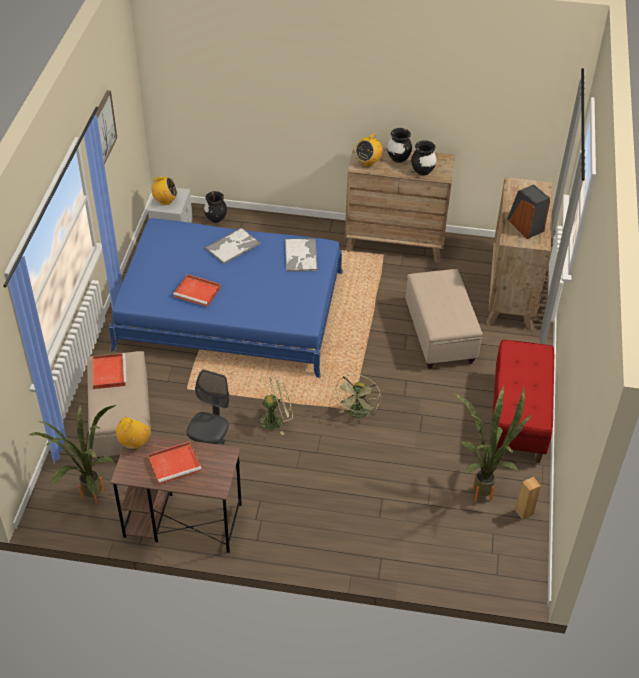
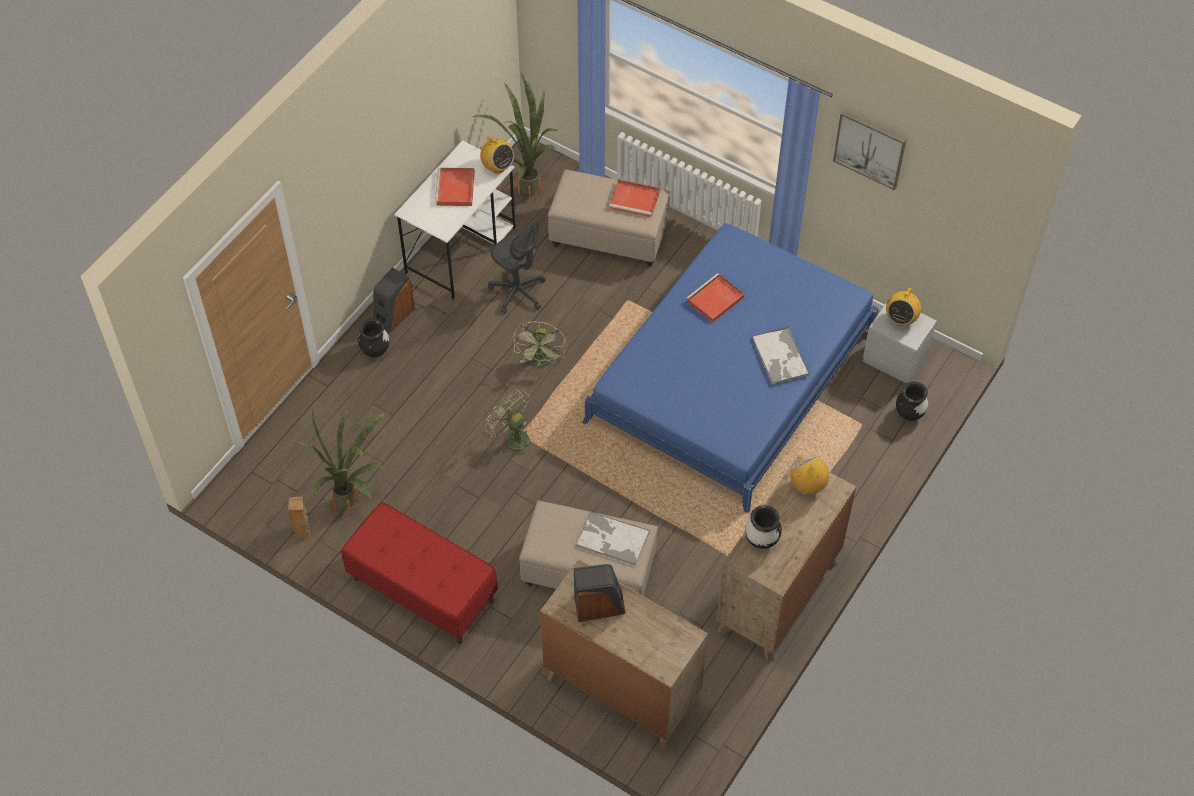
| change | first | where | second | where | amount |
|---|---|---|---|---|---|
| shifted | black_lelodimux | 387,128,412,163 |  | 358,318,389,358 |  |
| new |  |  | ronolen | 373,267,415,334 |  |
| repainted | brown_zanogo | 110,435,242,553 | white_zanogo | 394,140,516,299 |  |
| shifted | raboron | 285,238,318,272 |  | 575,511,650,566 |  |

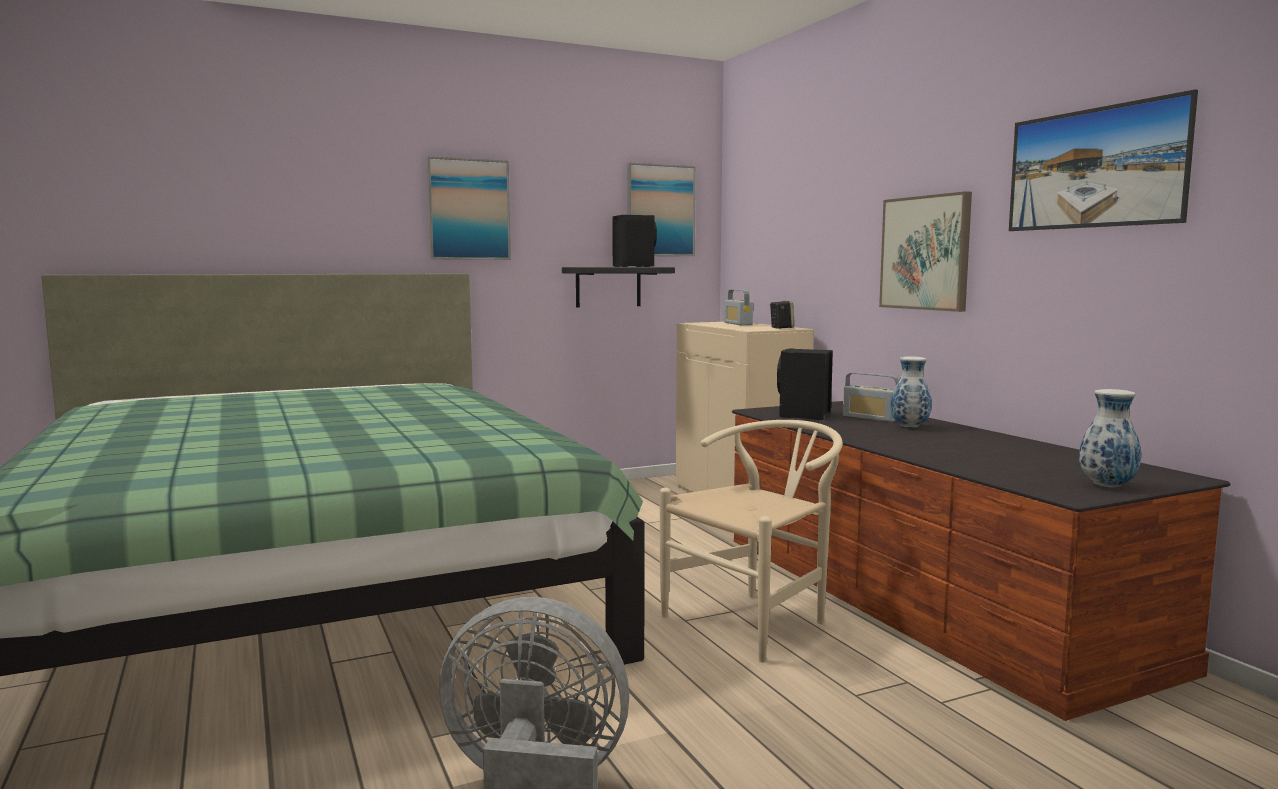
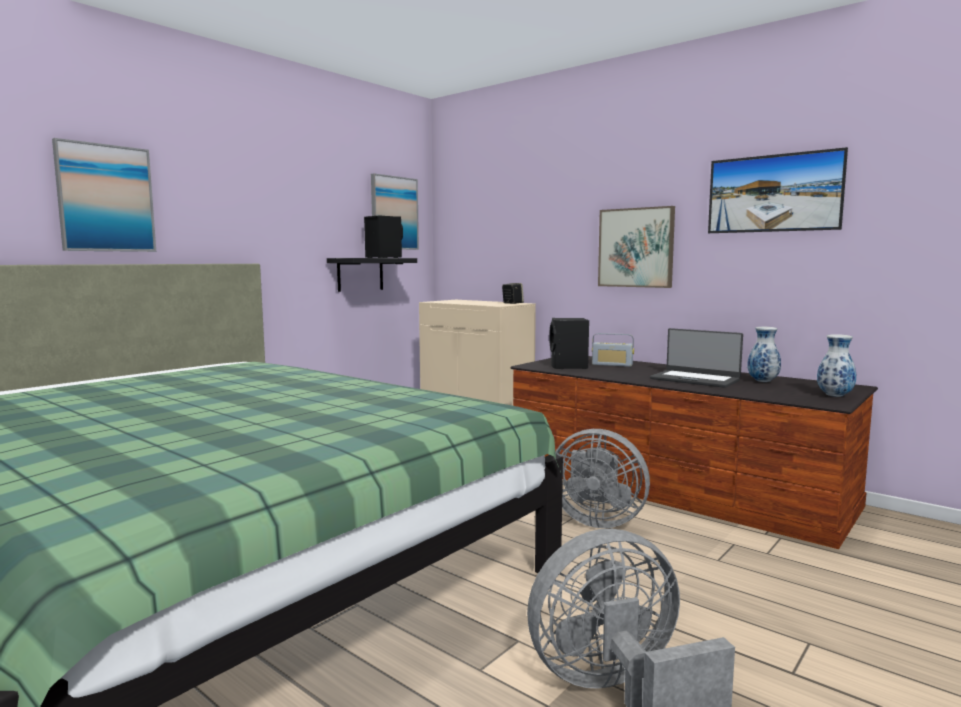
| change | first | where | second | where | amount |
|---|---|---|---|---|---|
| shifted | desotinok | 427,156,511,260 |  | 52,138,156,252 |  |
| swapped | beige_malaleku | 660,420,843,663 | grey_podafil | 555,429,650,528 |  |
| new |  |  | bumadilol | 650,328,743,388 |  |
| shifted | lelodimux | 890,356,932,428 |  | 747,327,781,382 |  |
| gone | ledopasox | 724,289,753,325 |  |  |  |

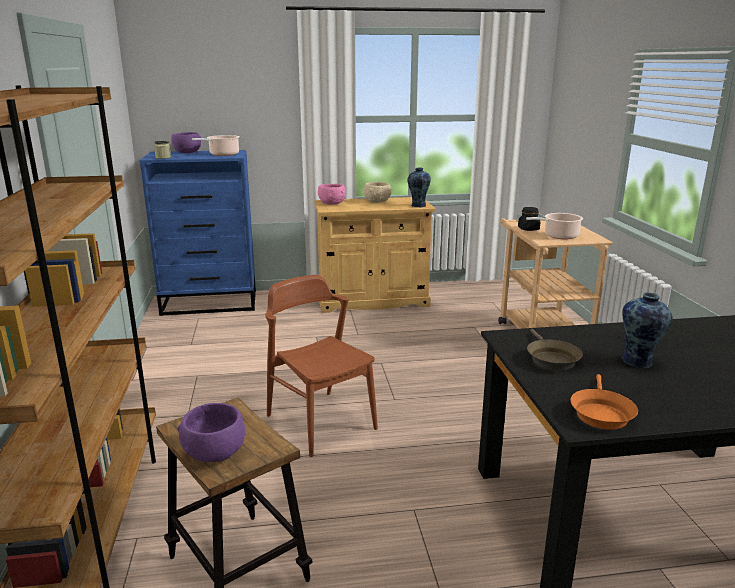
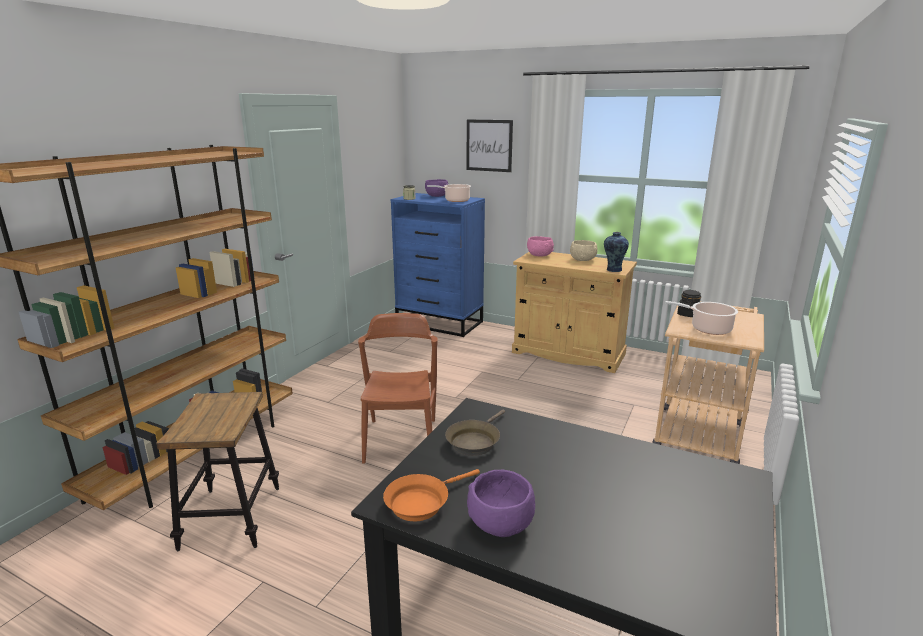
| change | first | where | second | where | amount |
|---|---|---|---|---|---|
| new |  |  | desotinok | 467,119,513,172 |  |
| shifted | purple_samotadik | 177,403,246,462 |  | 467,470,535,537 |  |
| gone | lelodimux | 622,292,673,368 |  |  |  |

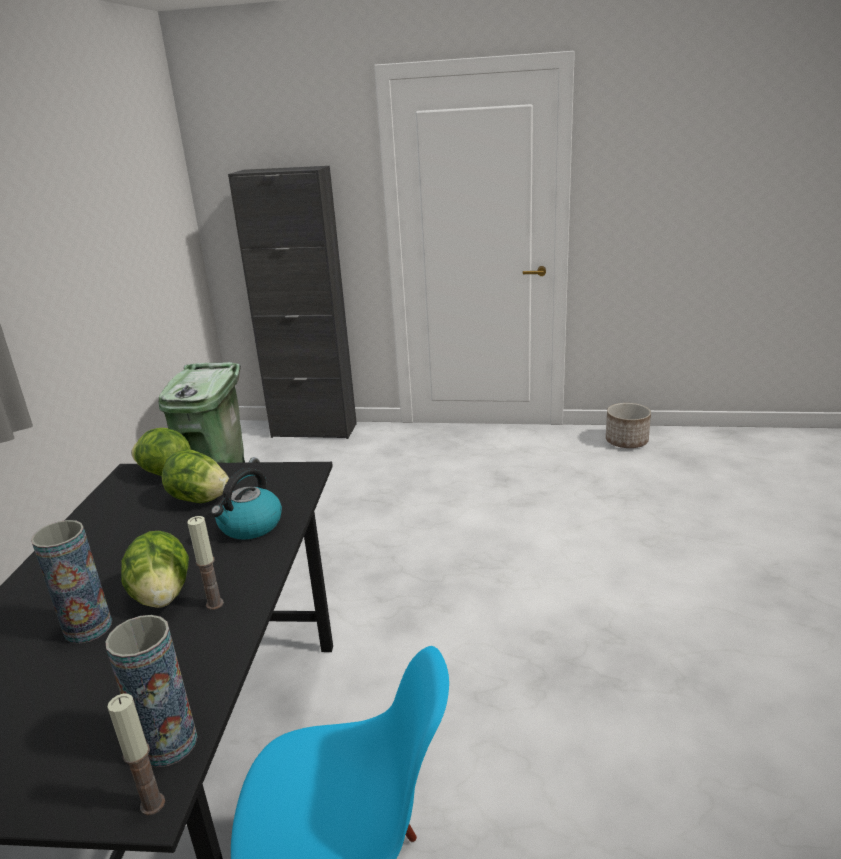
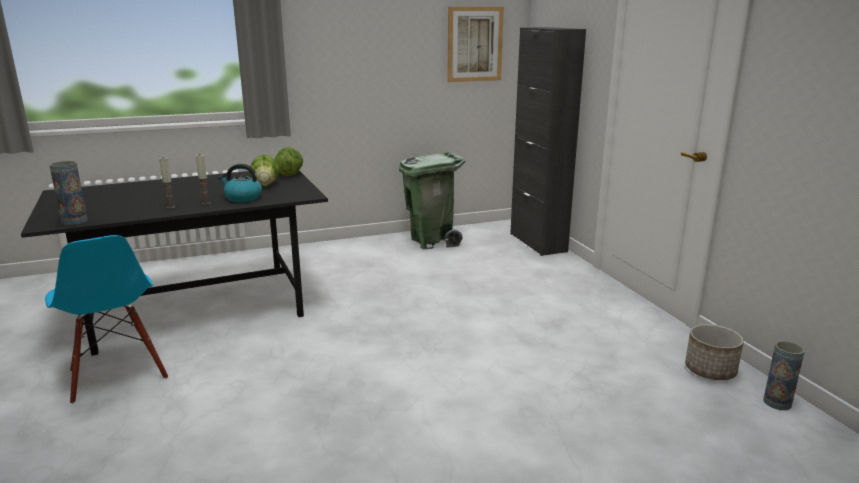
| change | first | where | second | where | amount |
|---|---|---|---|---|---|
| shifted | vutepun | 107,693,165,815 |  | 196,155,210,205 |  |
| new |  |  | desotinok | 447,7,504,82 |  |
| shifted | lelodimux | 31,520,112,644 |  | 763,341,805,410 |  |
| gone | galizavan | 121,531,189,608 |  |  |  |

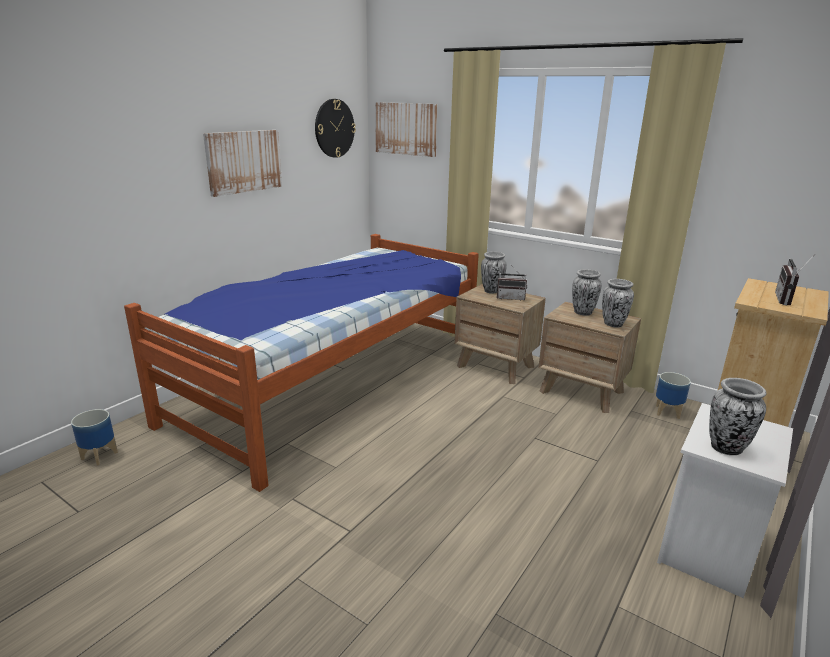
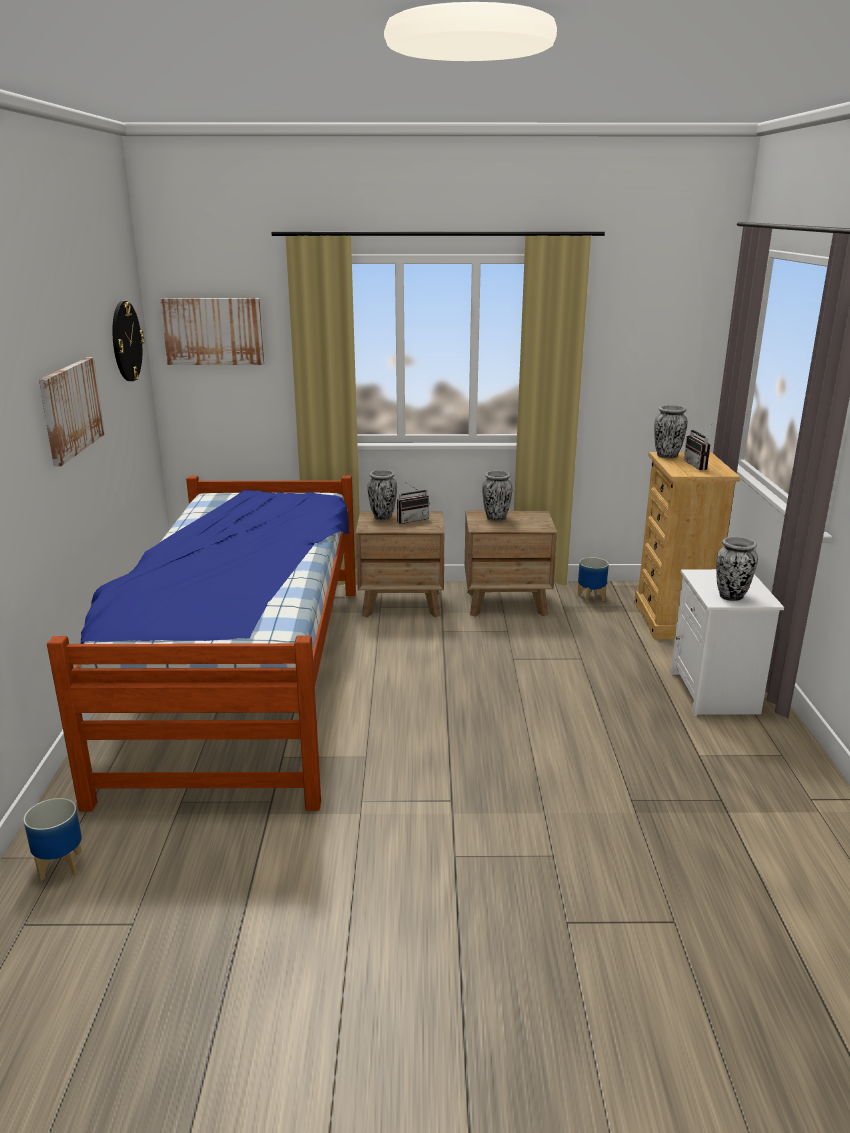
| change | first | where | second | where | amount |
|---|---|---|---|---|---|
| shifted | lelodimux | 602,279,634,328 |  | 654,405,688,458 |  |

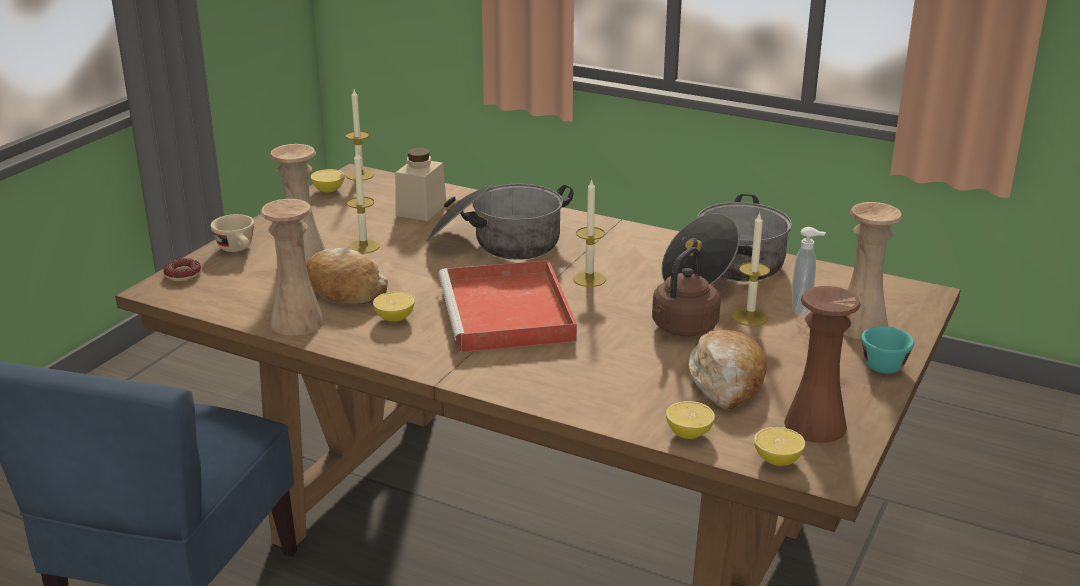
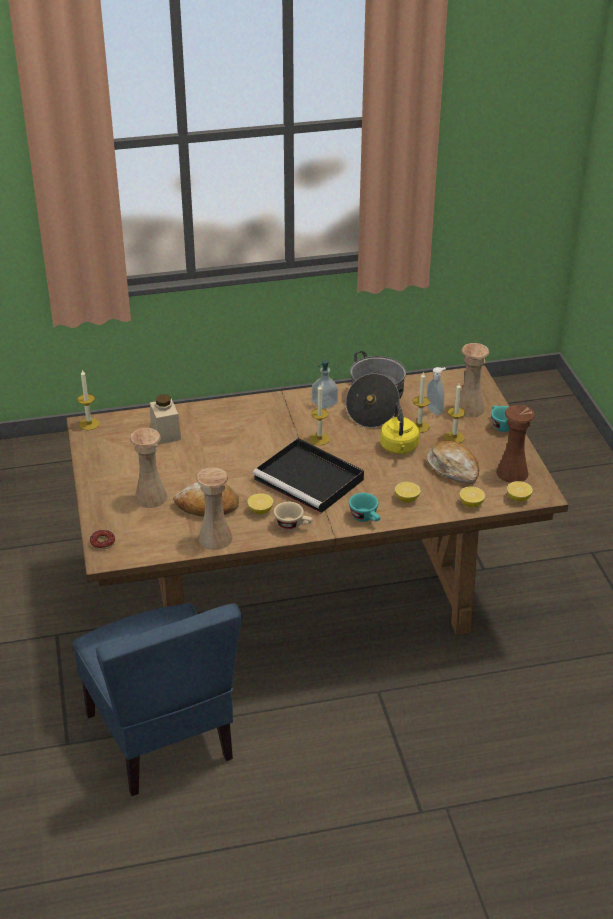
| change | first | where | second | where | amount |
|---|---|---|---|---|---|
| repainted | red_raboron | 439,260,577,352 | black_raboron | 253,438,364,514 |  |
| shifted | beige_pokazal | 211,214,254,252 |  | 274,502,312,531 |  |
| new |  |  | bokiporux | 312,360,338,409 |  |
| new |  |  | turquoise_pokazal | 349,493,380,522 |  |
| repainted | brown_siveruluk | 652,247,720,337 | yellow_siveruluk | 380,403,419,454 |  |
| shifted | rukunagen | 311,169,345,193 |  | 395,482,421,503 |  |
| shifted | vutepun | 347,152,380,254 |  | 444,383,465,443 |  |
| gone | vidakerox | 427,184,573,260 |  |  |  |

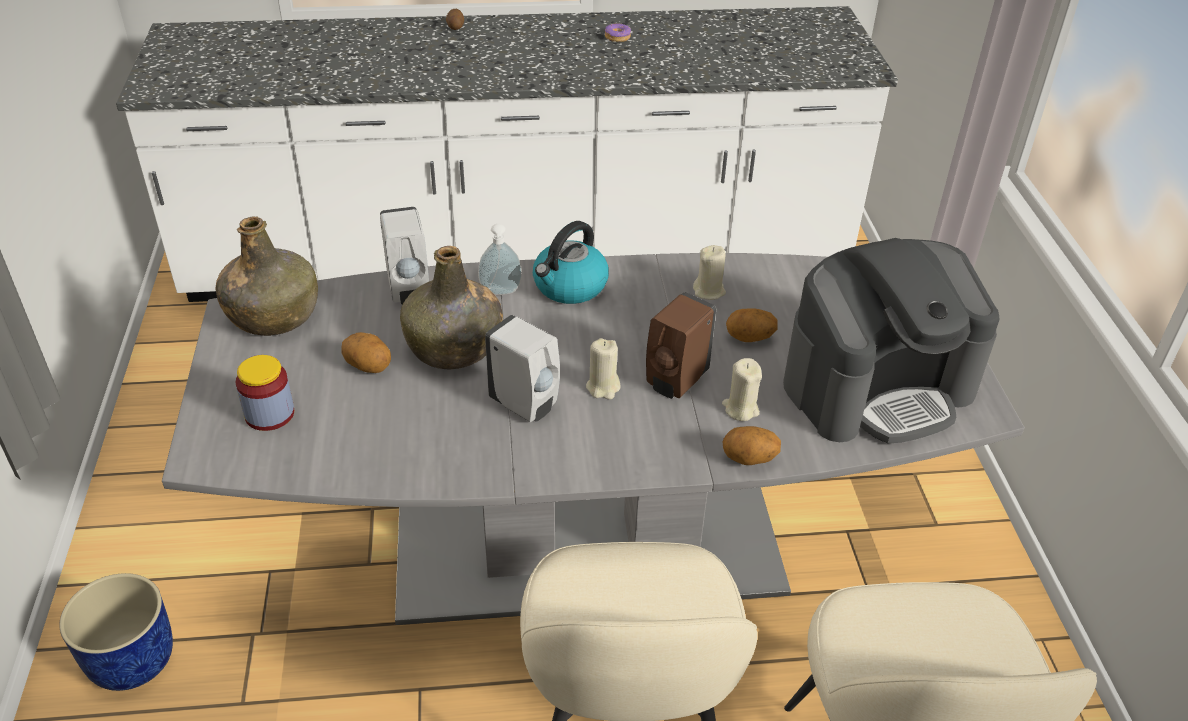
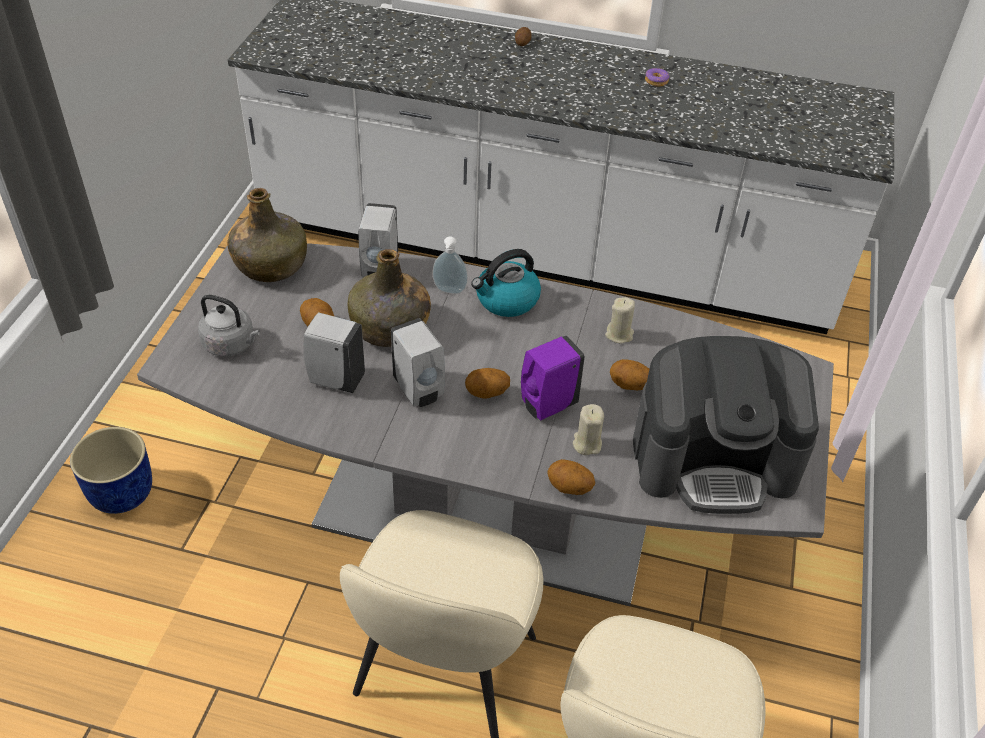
| change | first | where | second | where | amount |
|---|---|---|---|---|---|
| swapped | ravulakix | 236,355,294,431 | grey_siveruluk | 198,295,260,356 |  |
| new |  |  | white_bokiporux | 304,312,365,393 |  |
| swapped | beige_vutepun | 586,338,621,400 | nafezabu | 465,368,510,399 |  |
| repainted | brown_bokiporux | 646,292,716,399 | purple_bokiporux | 521,336,585,421 |  |

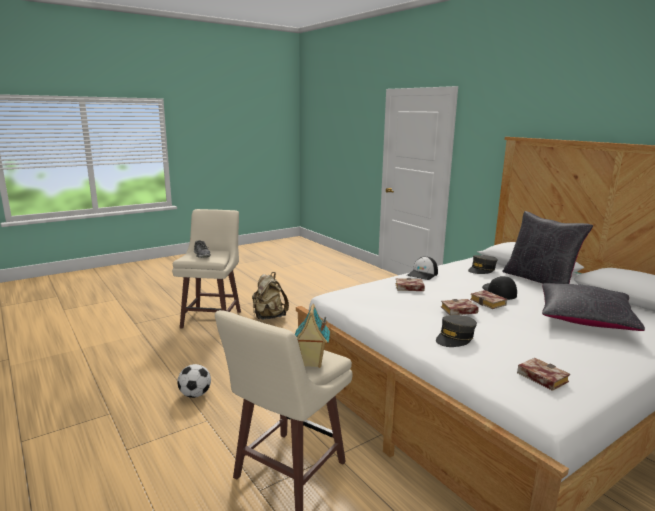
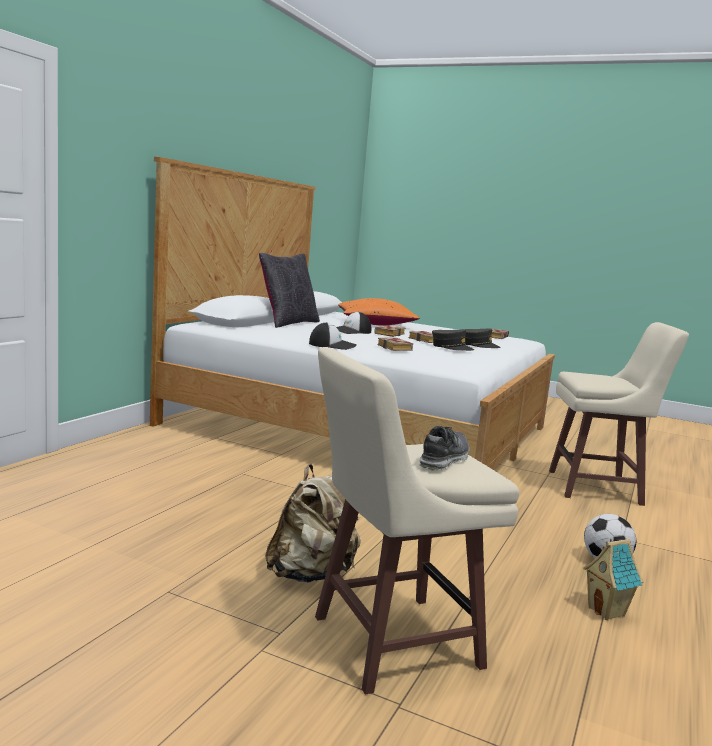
| change | first | where | second | where | amount |
|---|---|---|---|---|---|
| repainted | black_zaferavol | 542,283,645,331 | orange_zaferavol | 338,298,420,326 |  |
| shifted | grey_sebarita | 468,255,498,274 |  | 432,330,474,351 |  |
| shifted | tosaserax | 295,304,330,368 |  | 583,539,644,620 |  |

